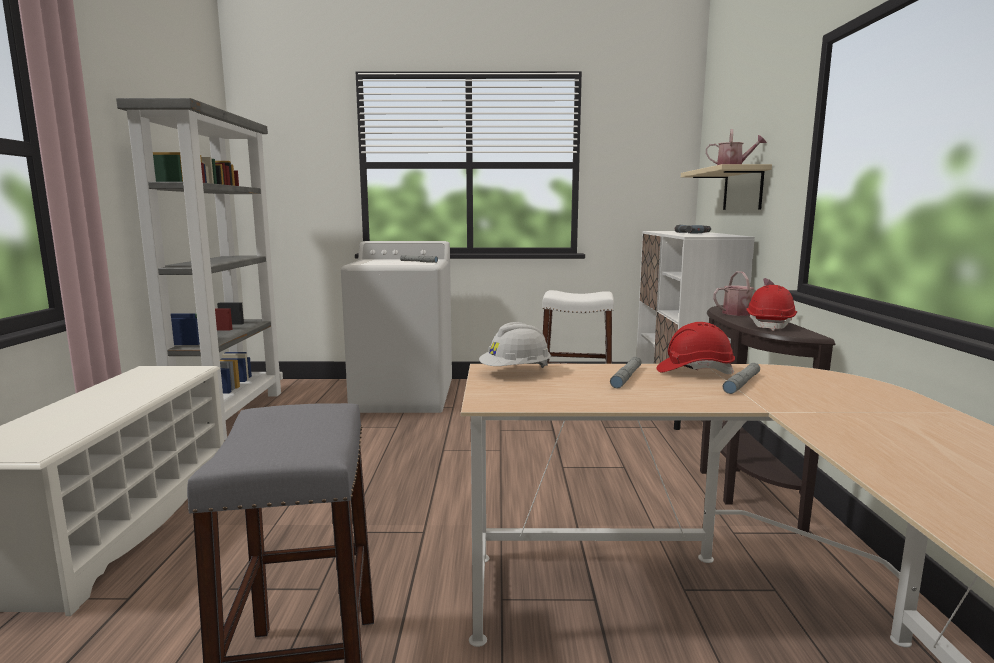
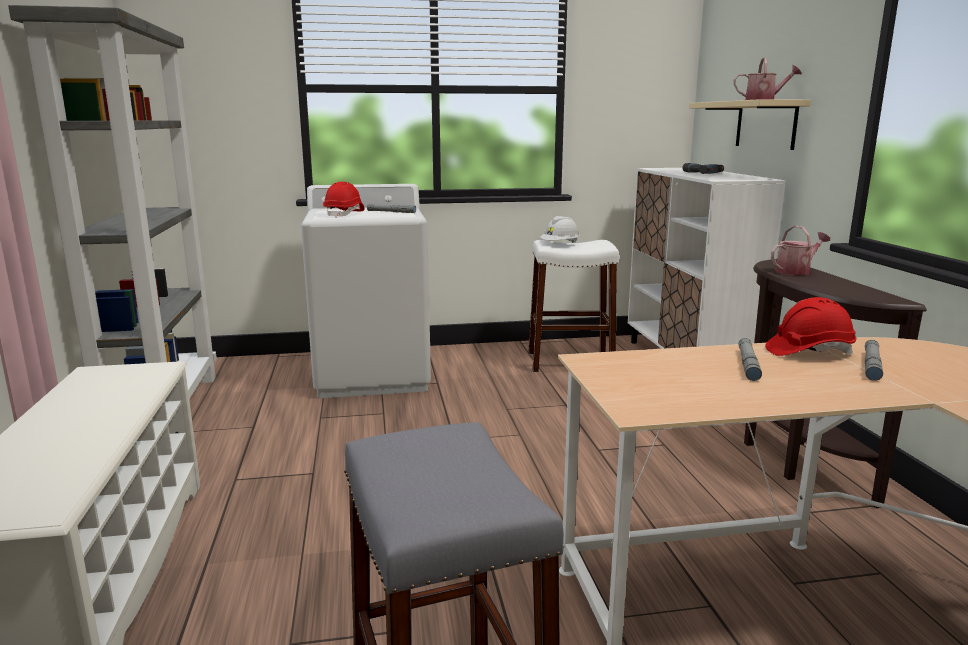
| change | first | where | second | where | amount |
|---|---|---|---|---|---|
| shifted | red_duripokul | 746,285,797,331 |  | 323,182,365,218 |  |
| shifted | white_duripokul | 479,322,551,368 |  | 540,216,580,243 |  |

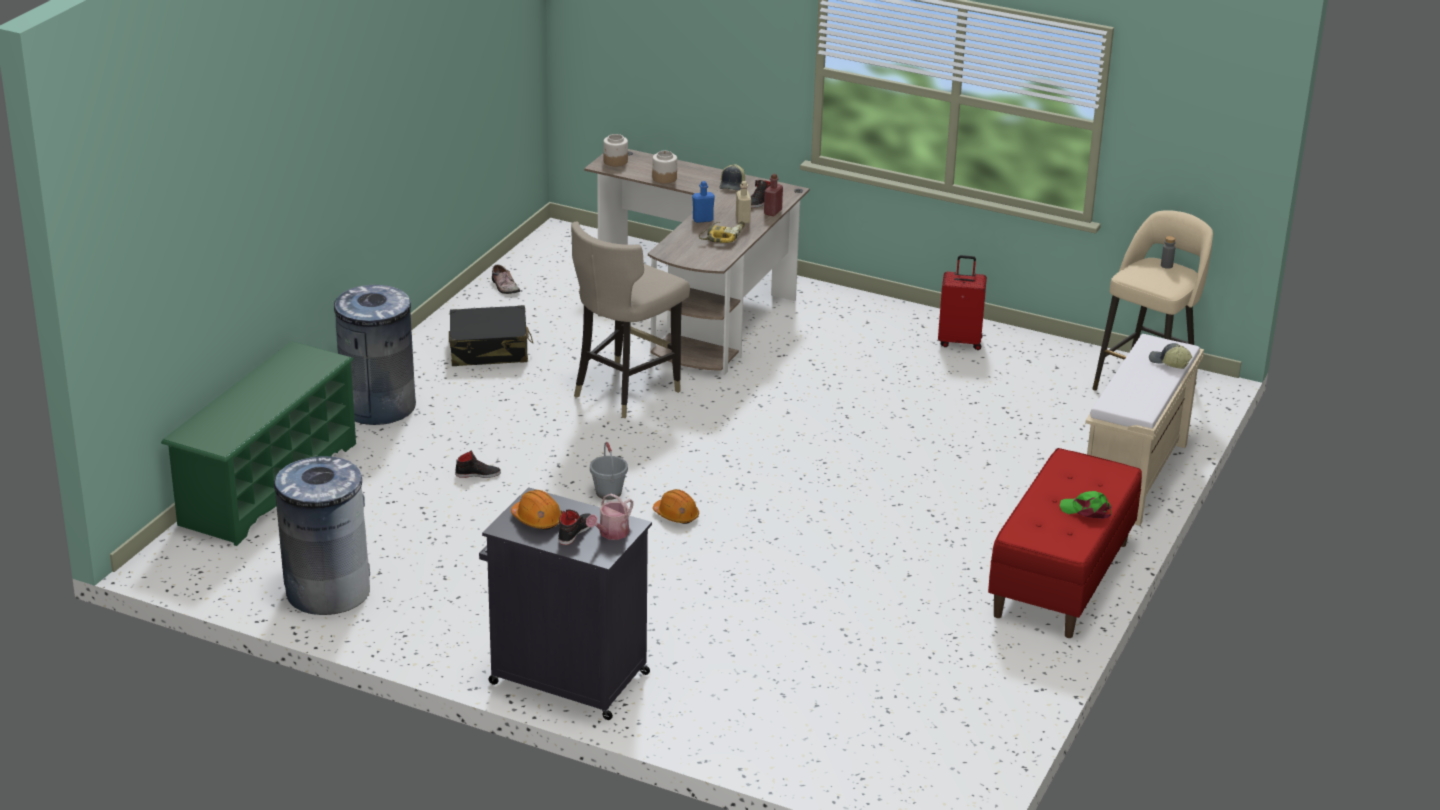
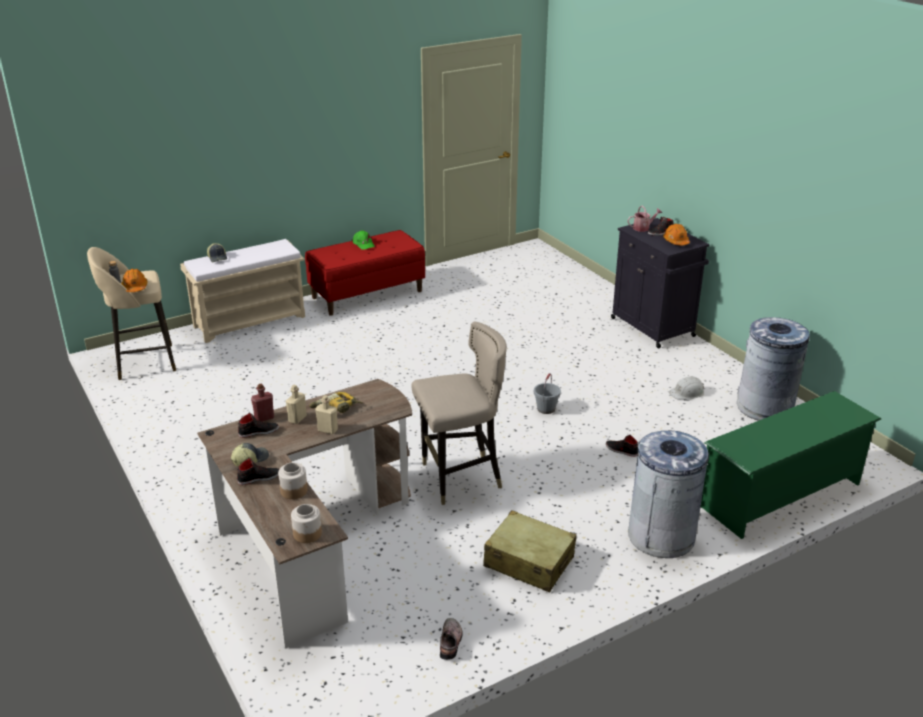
| change | first | where | second | where | amount |
|---|---|---|---|---|---|
| shifted | orange_duripokul | 653,489,699,524 |  | 121,269,148,292 |  |
| new |  |  | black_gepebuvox | 237,458,279,485 |  |
| repainted | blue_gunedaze | 692,181,715,223 | beige_gunedaze | 315,395,338,434 |  |
| repainted | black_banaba | 449,305,533,366 | beige_banaba | 483,510,577,593 |  |
| new |  |  | white_duripokul | 669,376,704,399 |  |
| gone | red_banaba | 938,255,987,350 |  |  |  |

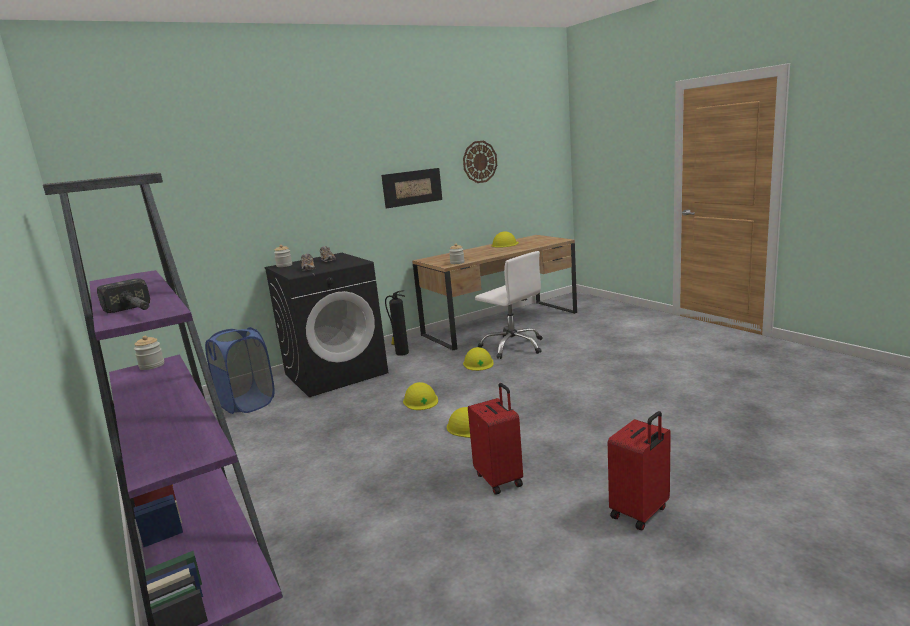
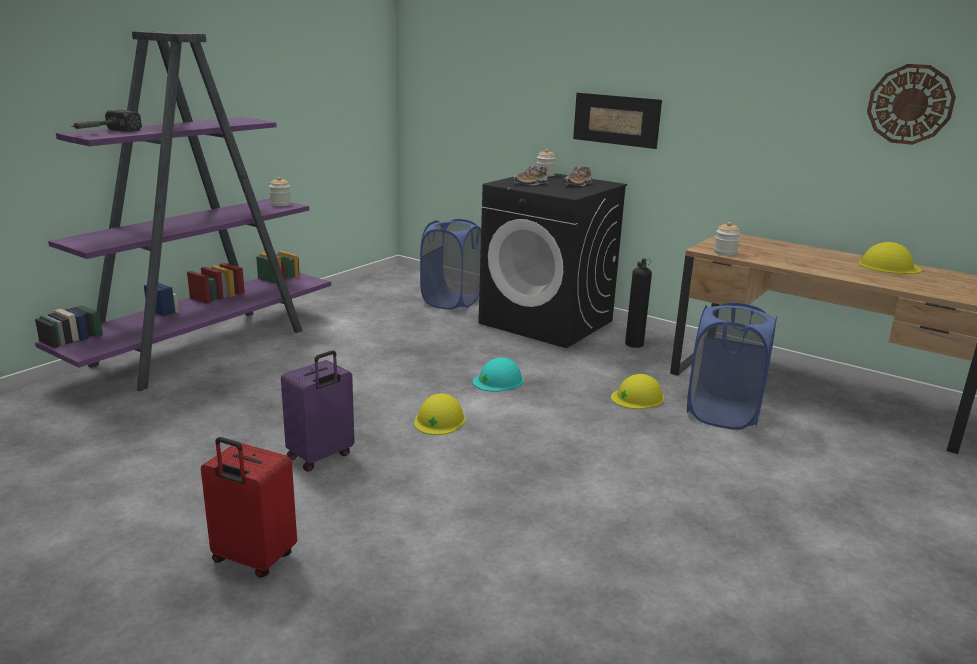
| change | first | where | second | where | amount |
|---|---|---|---|---|---|
| repainted | red_banaba | 468,383,523,495 | purple_banaba | 281,350,355,472 |  |
| repainted | yellow_duripokul | 403,382,438,410 | turquoise_duripokul | 473,358,524,392 |  |
| shifted | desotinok | 381,168,442,209 |  | 573,93,662,149 |  |
| swapped | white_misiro | 475,251,542,359 | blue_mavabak | 687,302,777,430 |  |

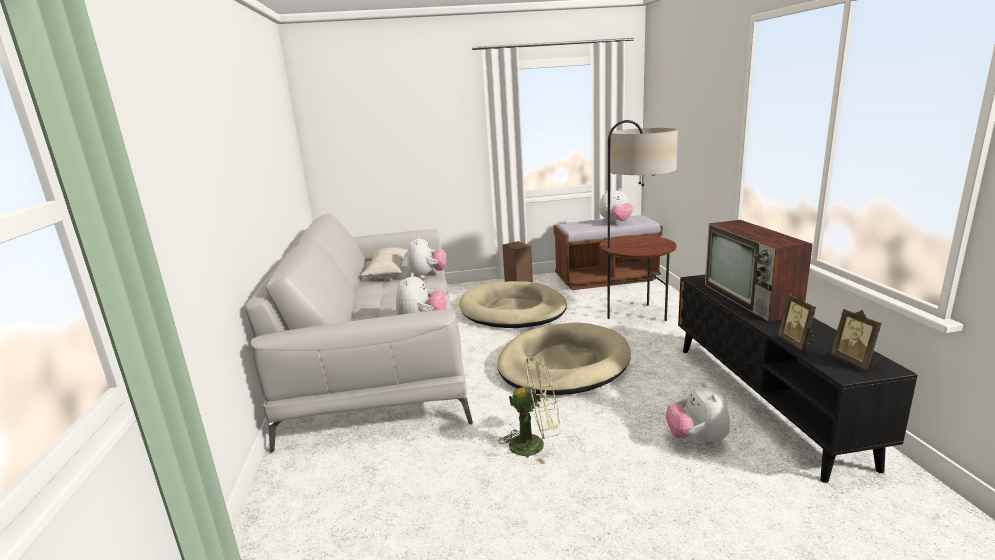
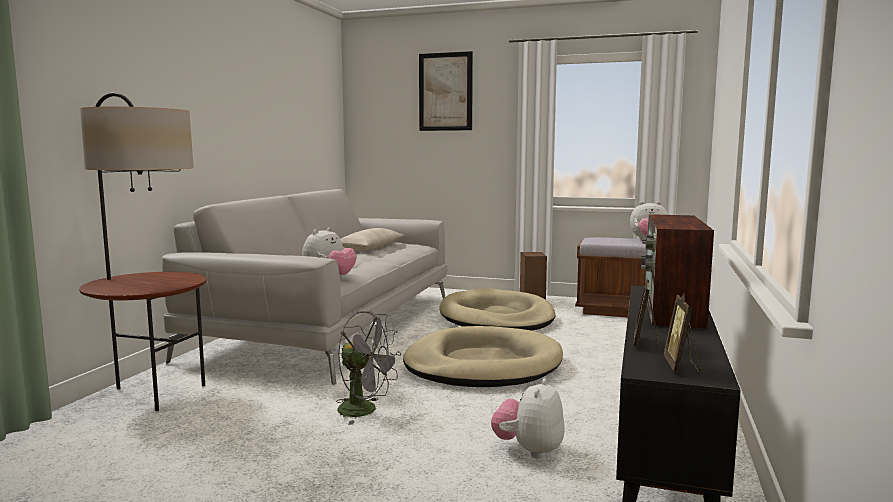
| change | first | where | second | where | amount |
|---|---|---|---|---|---|
| shifted | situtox | 599,120,678,321 |  | 79,93,206,411 |  |
| repainted | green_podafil | 498,356,560,464 | grey_podafil | 336,311,401,425 |  |
| new |  |  | desotinok | 419,51,473,131 |  |
| gone | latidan | 407,236,446,279 |  |  |  |

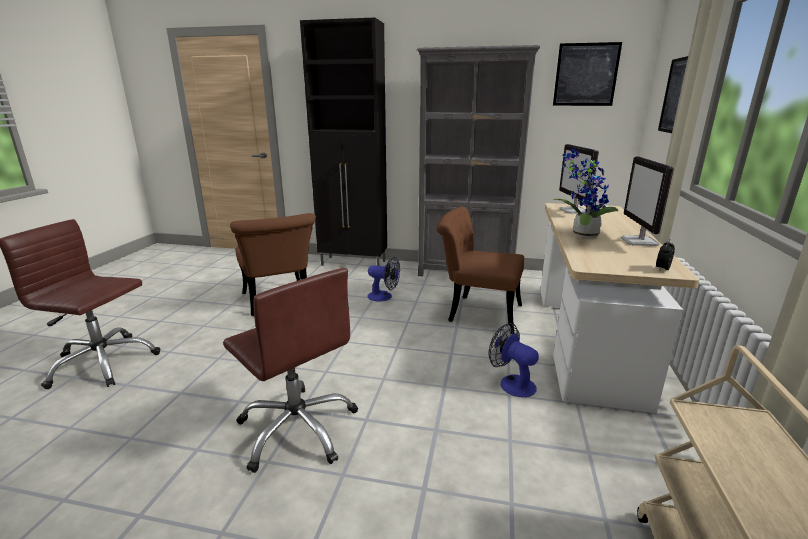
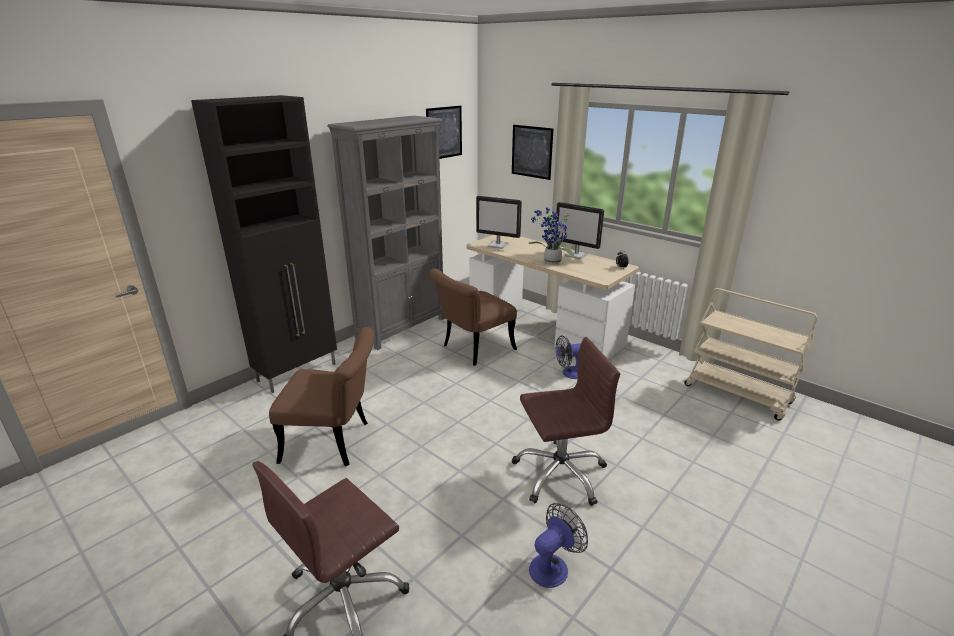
| change | first | where | second | where | amount |
|---|---|---|---|---|---|
| shifted | podafil | 367,257,400,302 |  | 529,503,588,588 |  |

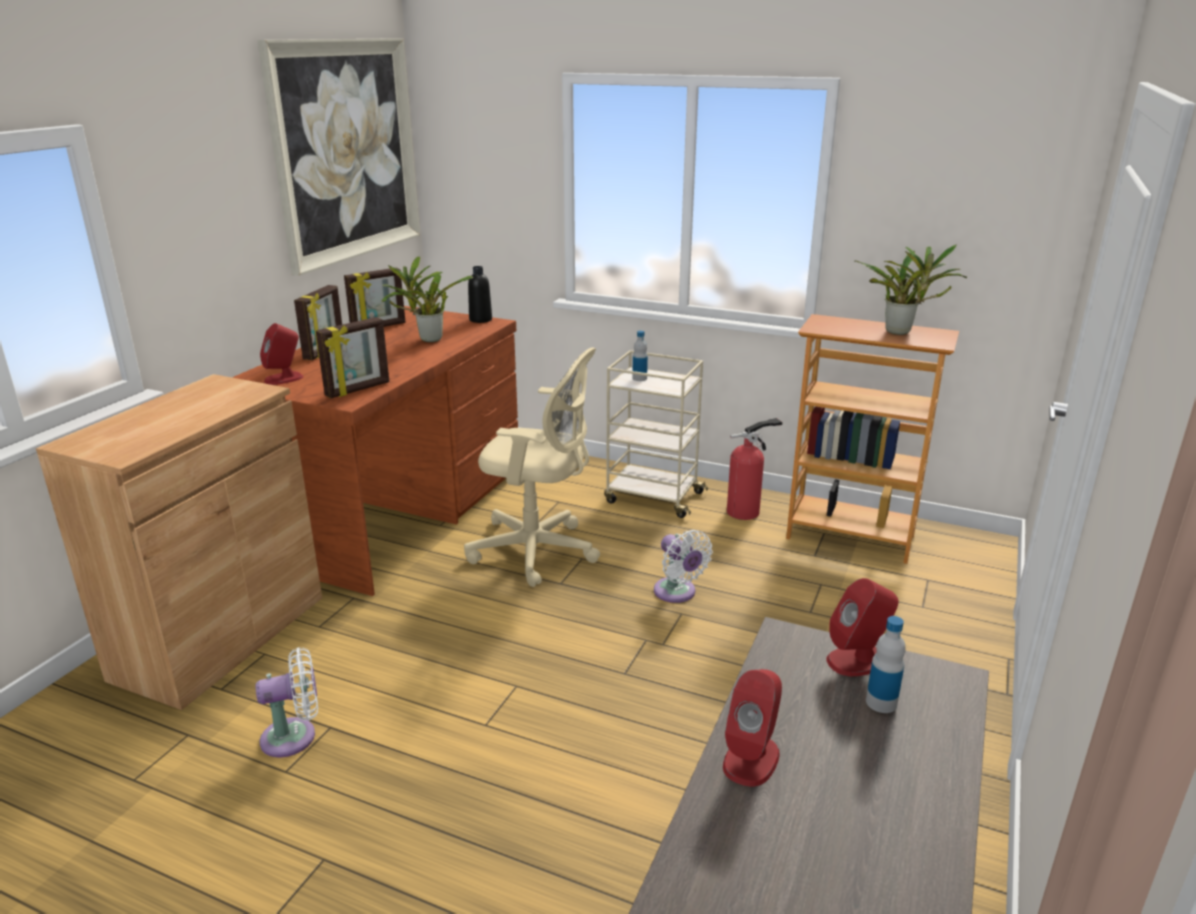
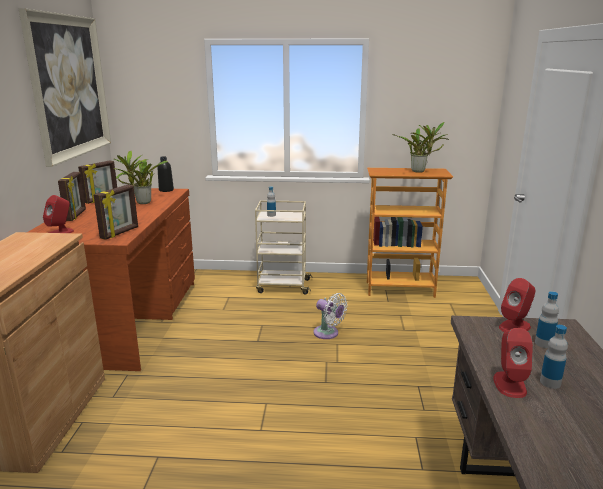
| change | first | where | second | where | amount |
|---|---|---|---|---|---|
| new |  |  | gunedaze | 540,325,568,389 |  |
| gone | white_podafil | 256,647,318,757 |  |  |  |
| gone | beige_misiro | 464,347,600,587 |  |  |  |
| gone | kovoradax | 727,418,782,520 |  |  |  |

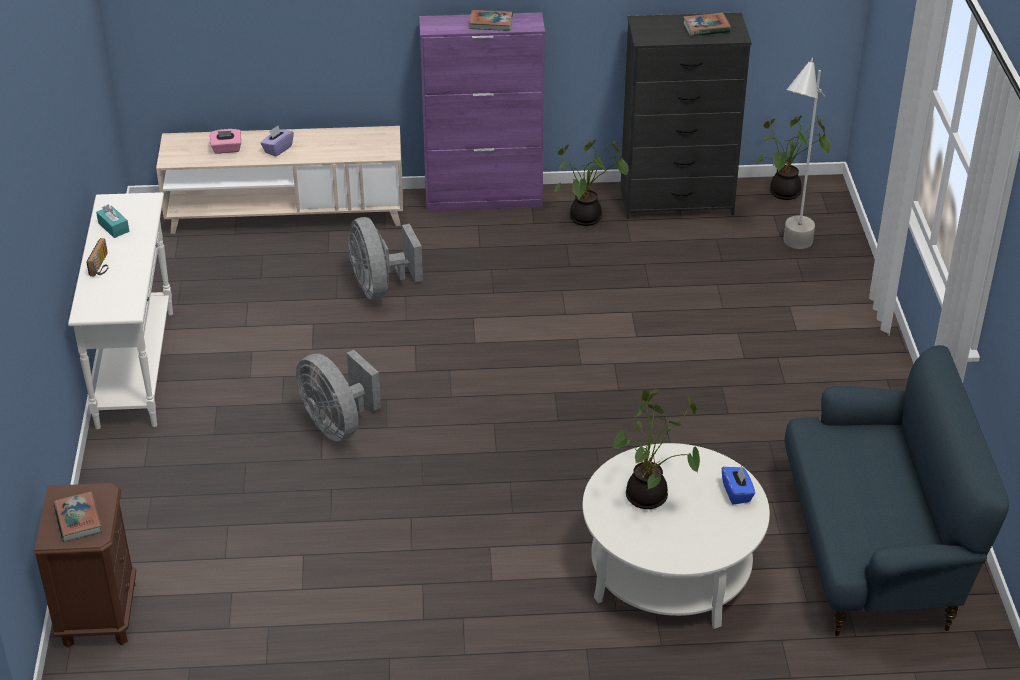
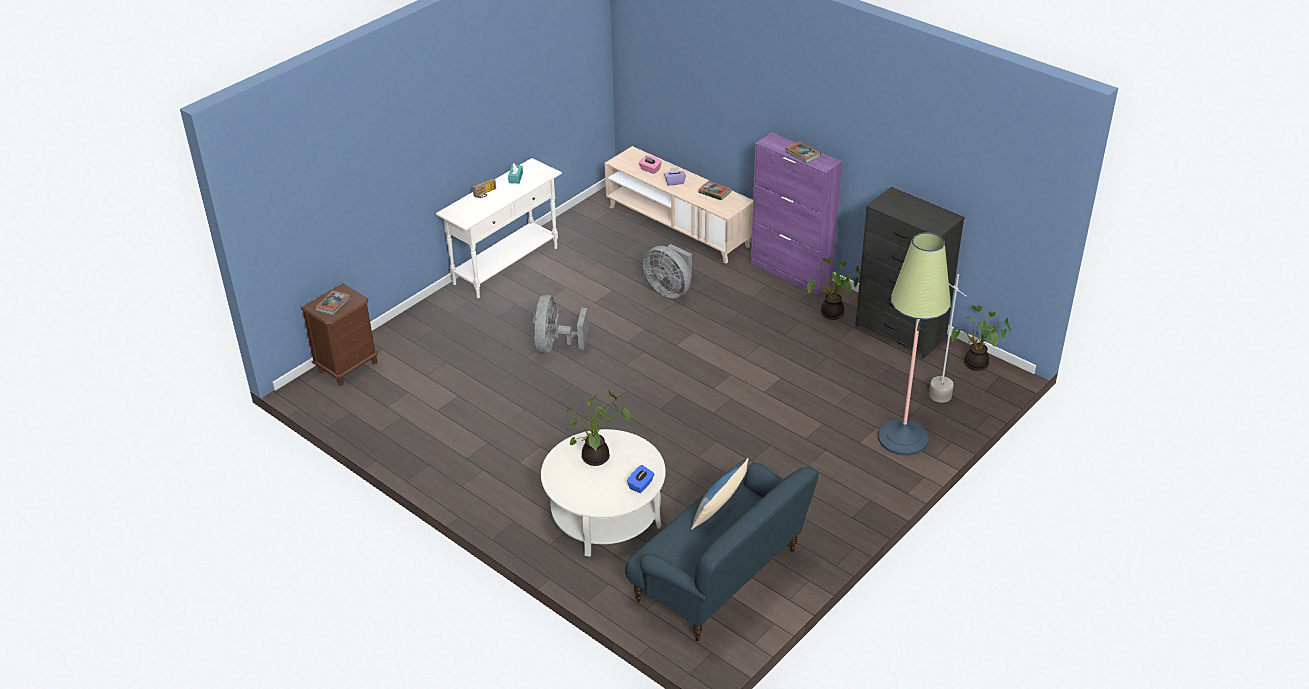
| change | first | where | second | where | amount |
|---|---|---|---|---|---|
| rotated | grey_podafil | 349,217,423,300 |  | 643,244,692,298 | 75 degrees counterclockwise |
| new |  |  | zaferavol | 691,458,749,530 |  |
| shifted | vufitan | 683,12,731,36 |  | 698,181,731,200 |  |
| new |  |  | situtox | 878,232,951,456 |  |

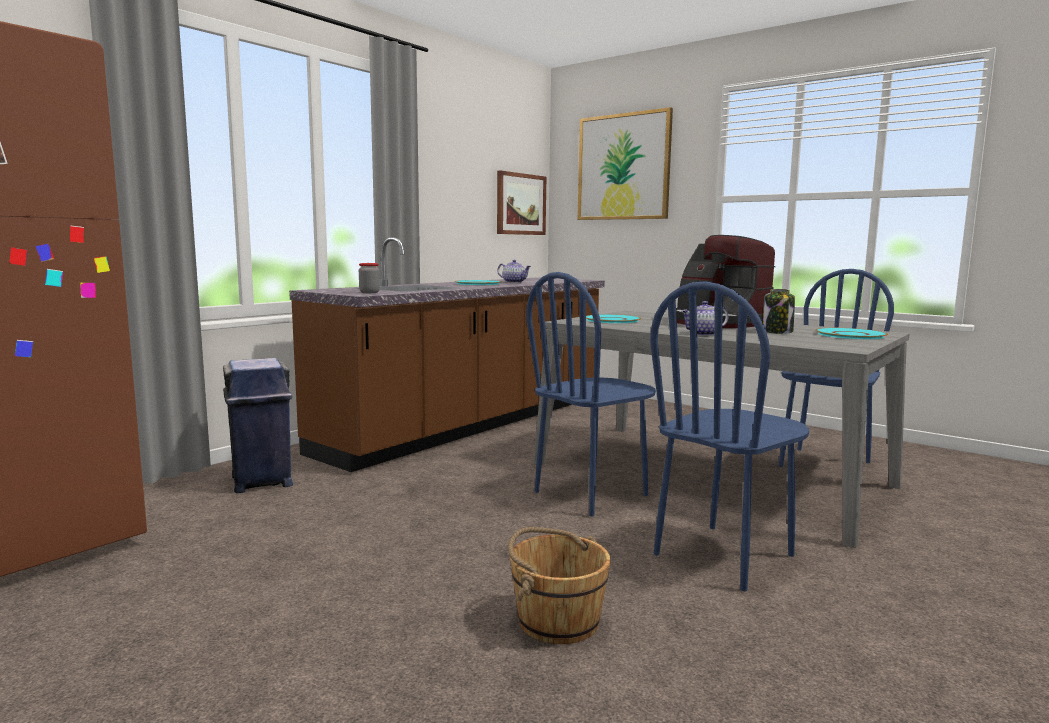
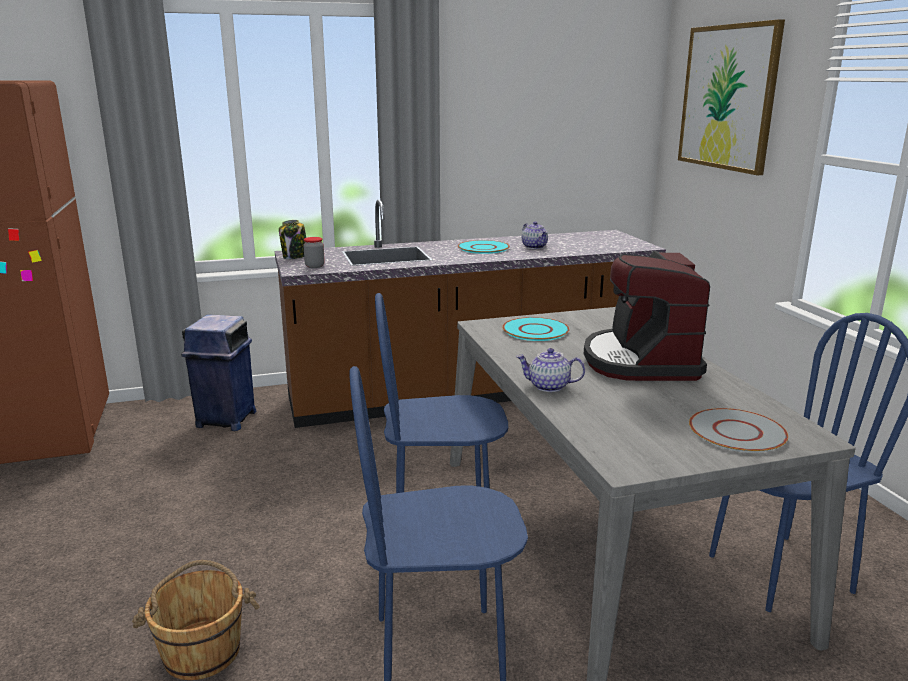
| change | first | where | second | where | amount |
|---|---|---|---|---|---|
| shifted | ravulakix | 763,289,795,334 |  | 279,220,306,259 |  |
| repainted | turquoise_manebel | 815,328,888,339 | grey_manebel | 689,408,788,453 |  |
| gone | desotinok | 497,170,546,235 |  |  |  |

